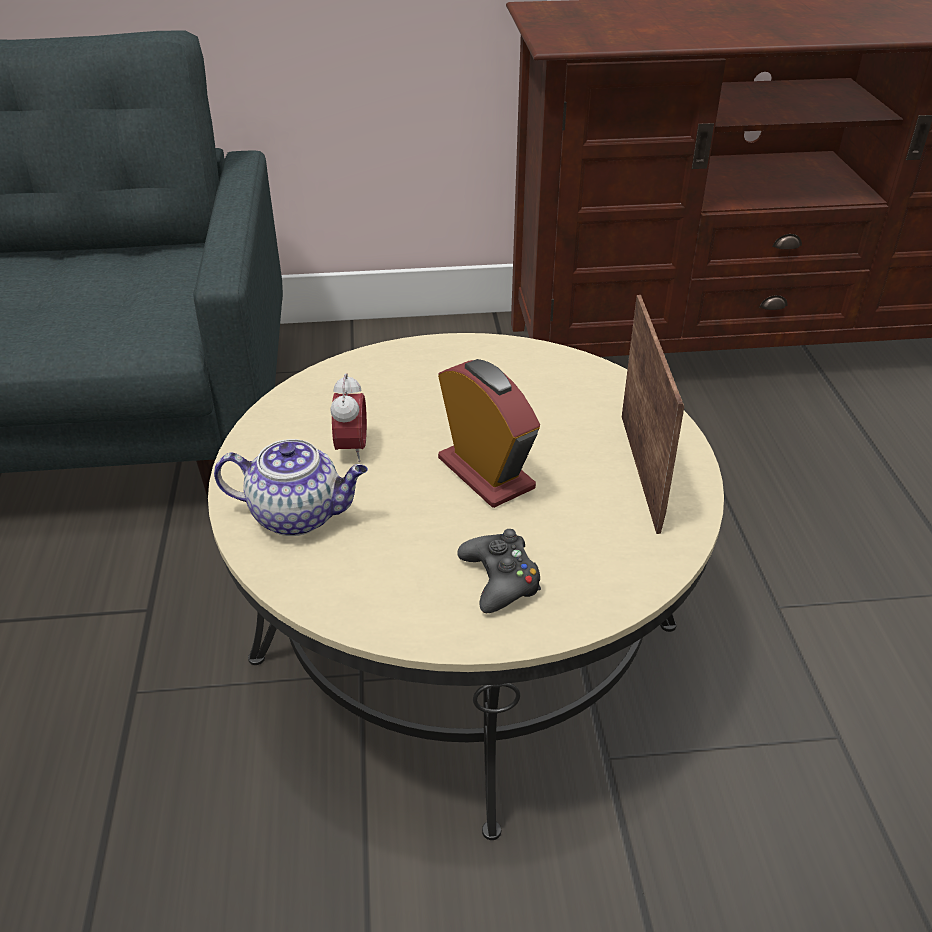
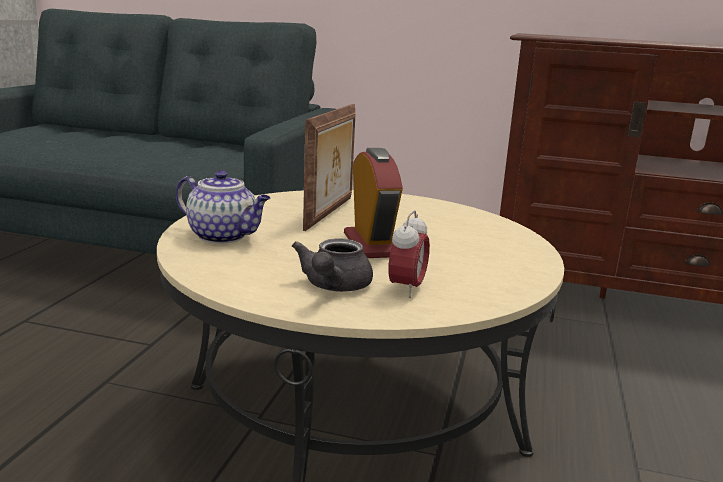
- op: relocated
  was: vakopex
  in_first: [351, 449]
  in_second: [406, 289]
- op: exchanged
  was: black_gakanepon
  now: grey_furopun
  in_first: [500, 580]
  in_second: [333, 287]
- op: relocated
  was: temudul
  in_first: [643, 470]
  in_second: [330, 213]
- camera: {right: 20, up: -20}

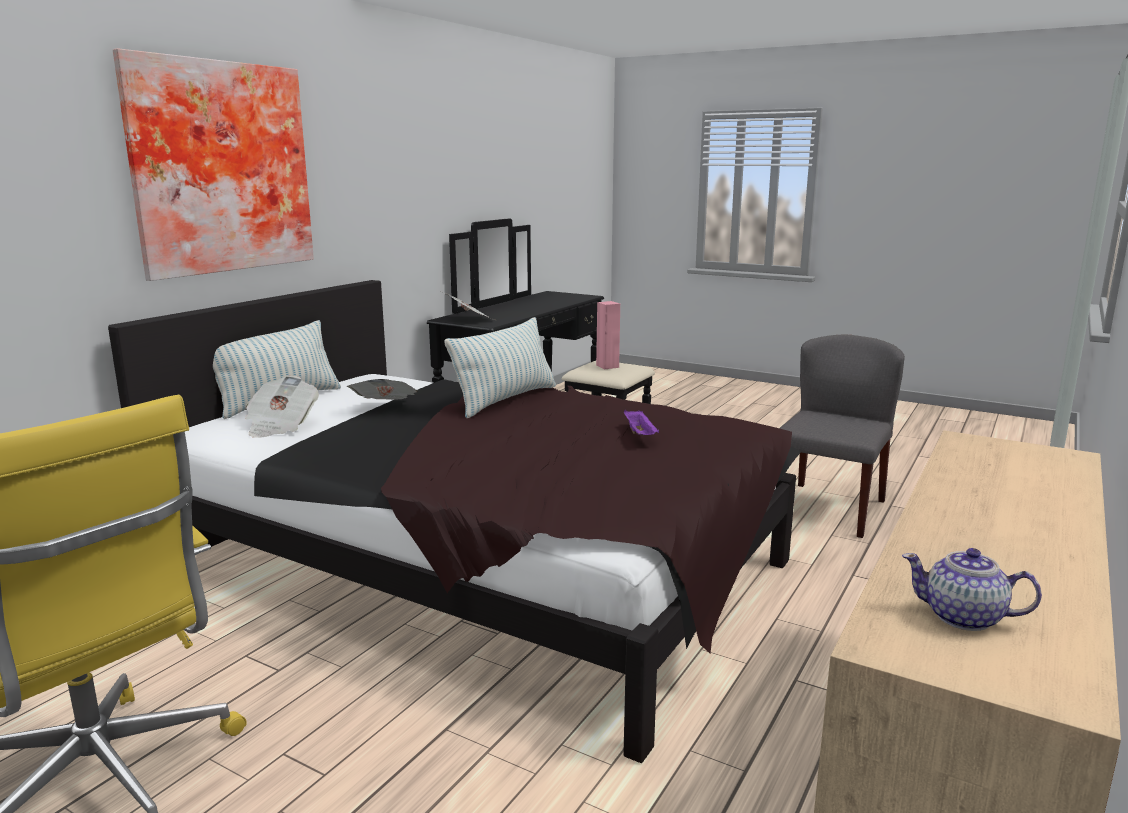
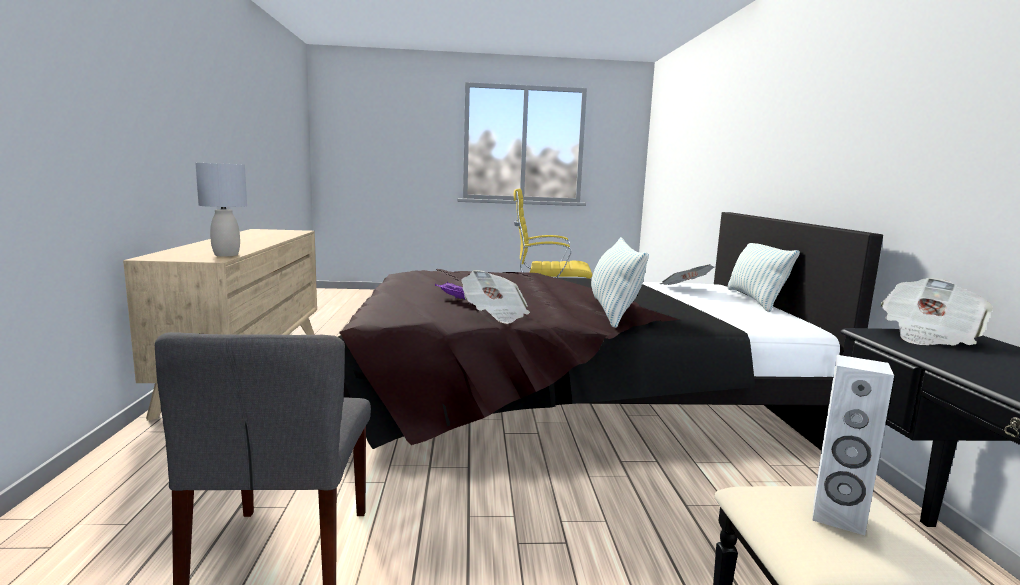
- op: missing
  was: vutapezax
  in_first: [219, 168]
- op: relocated
  was: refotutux
  in_first: [385, 408]
  in_second: [495, 315]
- op: colour
  was: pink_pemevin
  now: white_pemevin
  in_first: [607, 366]
  in_second: [838, 517]
- op: missing
  was: furopun
  in_first: [964, 618]
- op: appeared
  now: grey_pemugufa
  in_second: [226, 255]
- camera: {right: 145, up: -5}

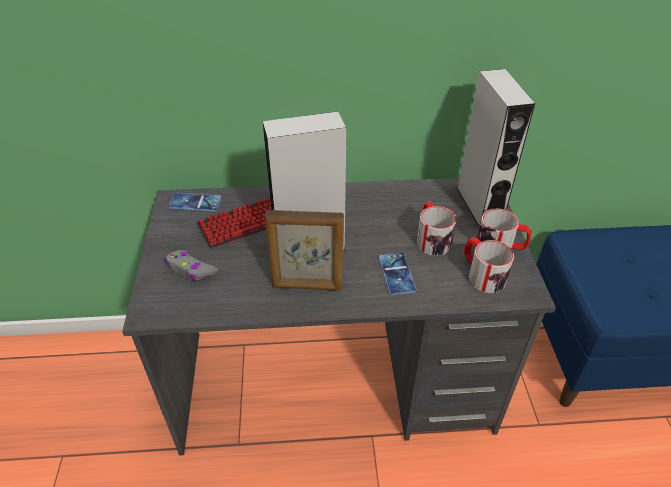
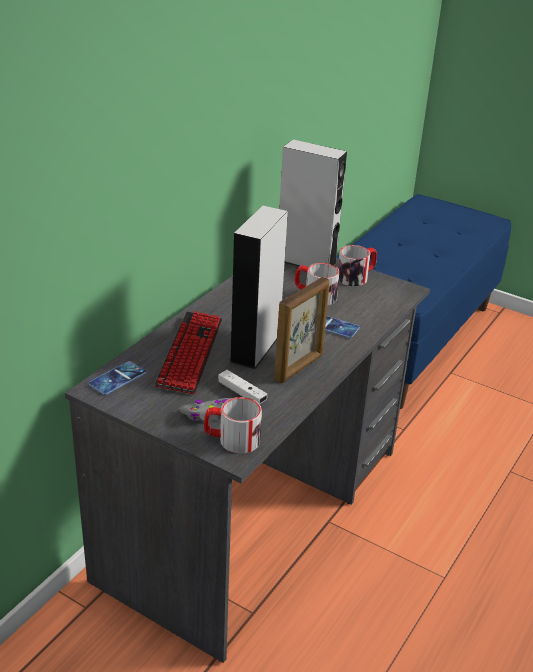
- op: relocated
  was: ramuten
  in_first: [482, 274]
  in_second: [232, 439]
- op: appeared
  now: white_gakanepon
  in_second: [242, 393]
- camera: {right: -55, up: -10}

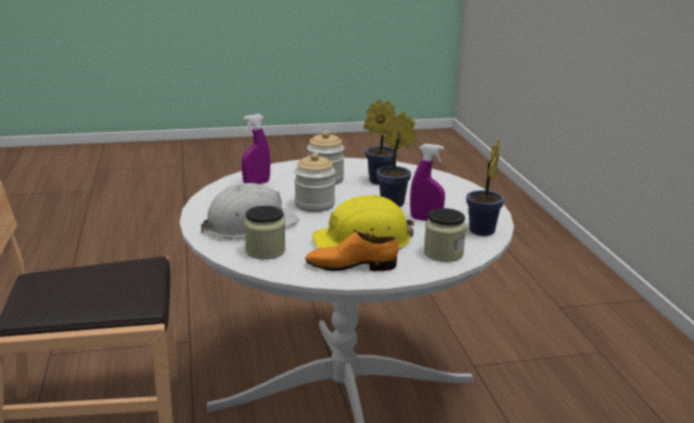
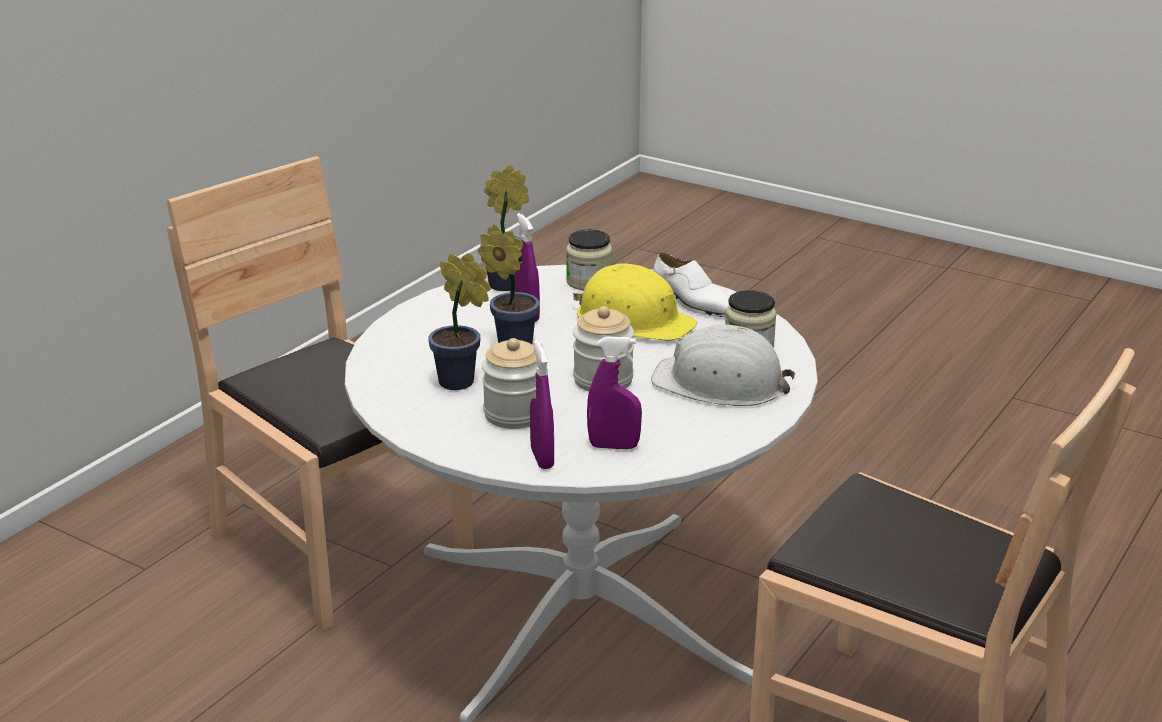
- op: colour
  was: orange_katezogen
  now: white_katezogen
  in_first: [351, 266]
  in_second: [692, 303]
- op: appeared
  now: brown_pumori
  in_second: [338, 545]
- op: appeared
  now: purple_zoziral
  in_second: [542, 458]
- camera: {right: -135, up: 5}

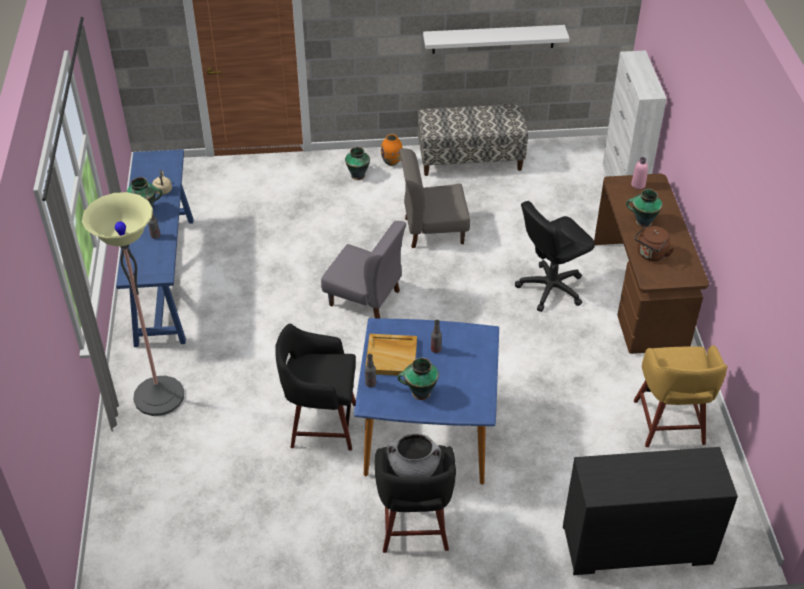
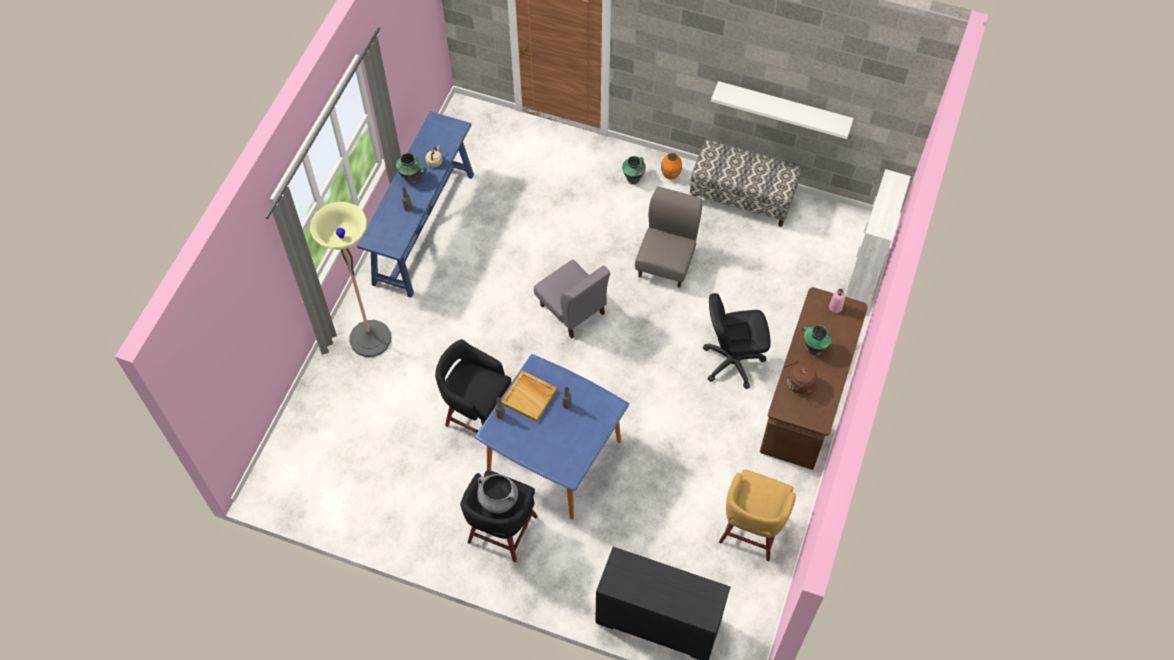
- op: missing
  was: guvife
  in_first: [419, 393]
- op: spun
  was: grey_pumori
  in_first: [433, 230]
  in_second: [666, 262]
  clockwise: 90
- camera: {right: 25, up: 15}

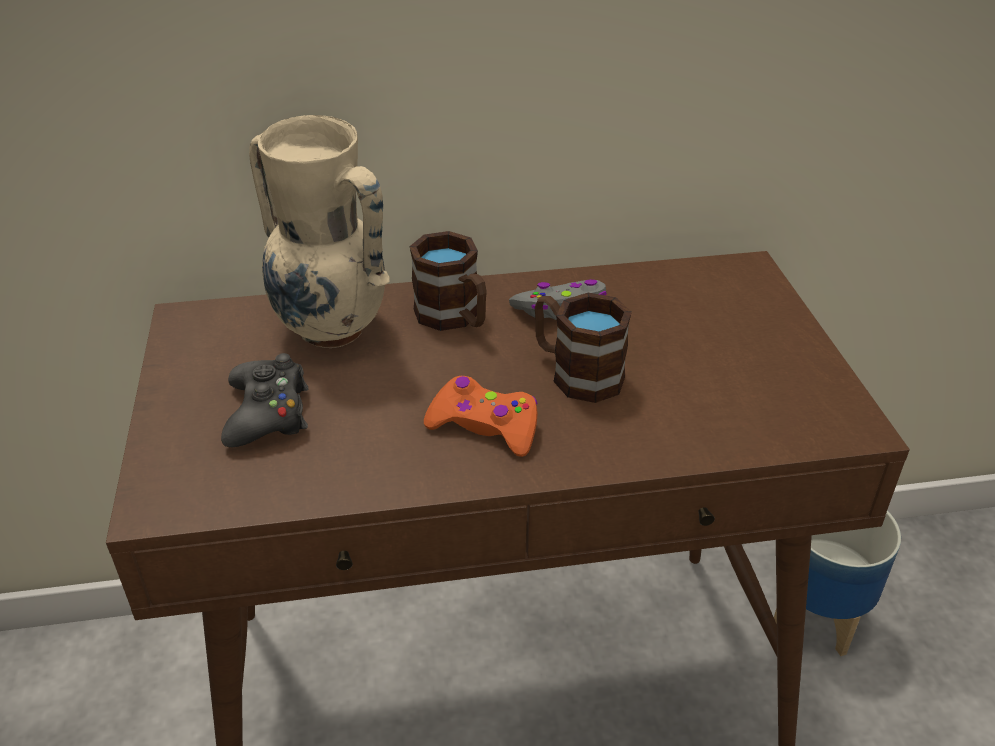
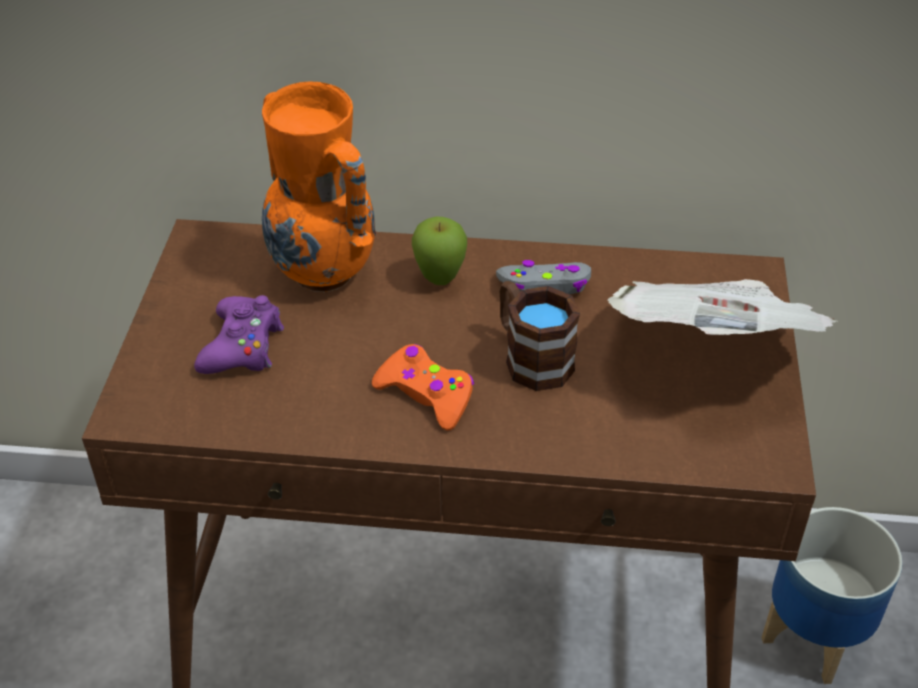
- op: colour
  was: black_gakanepon
  now: purple_gakanepon
  in_first: [268, 413]
  in_second: [242, 346]
- op: colour
  was: beige_guvife
  now: orange_guvife
  in_first: [332, 331]
  in_second: [324, 275]
- op: exchanged
  was: brown_ramuten
  now: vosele
  in_first: [454, 318]
  in_second: [440, 280]
- op: appeared
  now: refotutux
  in_second: [713, 349]
- camera: {right: 15, up: 5}

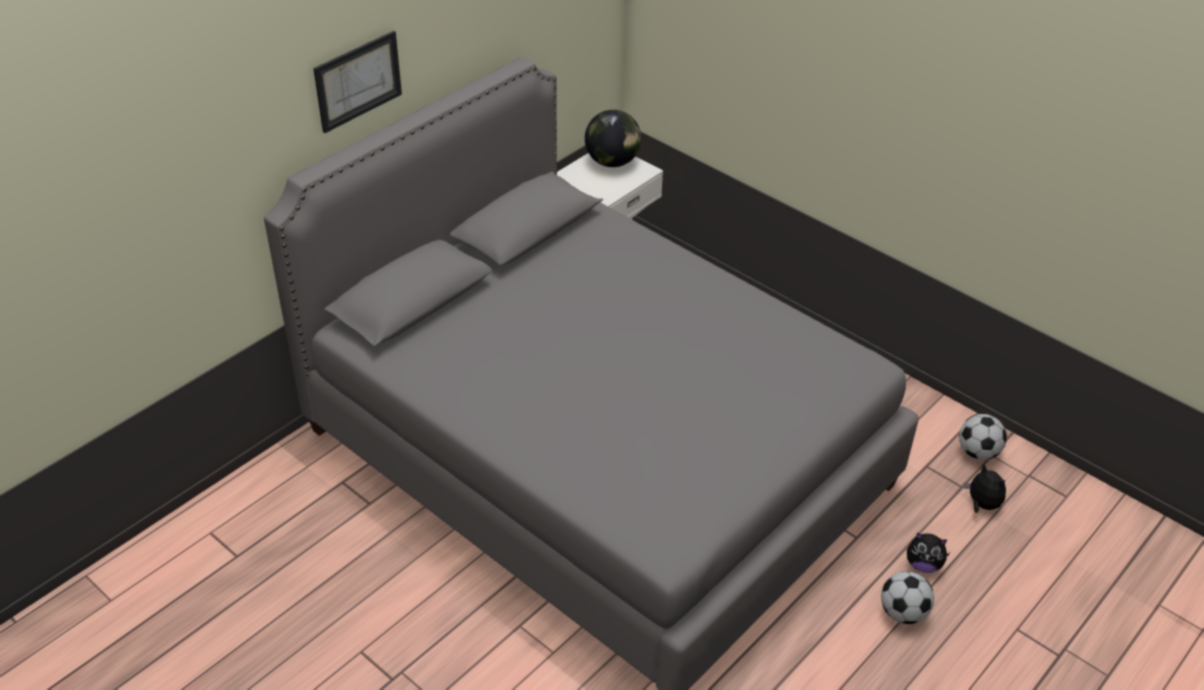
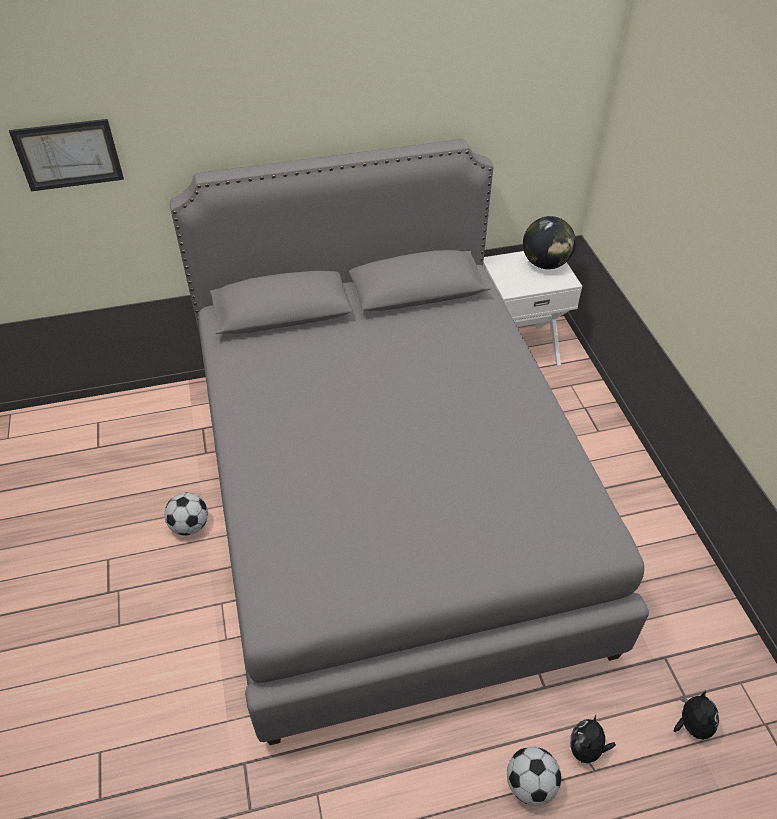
- op: relocated
  was: vutapezax
  in_first: [358, 81]
  in_second: [68, 154]
- op: spun
  was: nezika
  in_first: [923, 564]
  in_second: [586, 750]
  clockwise: 60
- op: relocated
  was: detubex
  in_first: [978, 452]
  in_second: [190, 526]
- camera: {right: 35, up: 5}

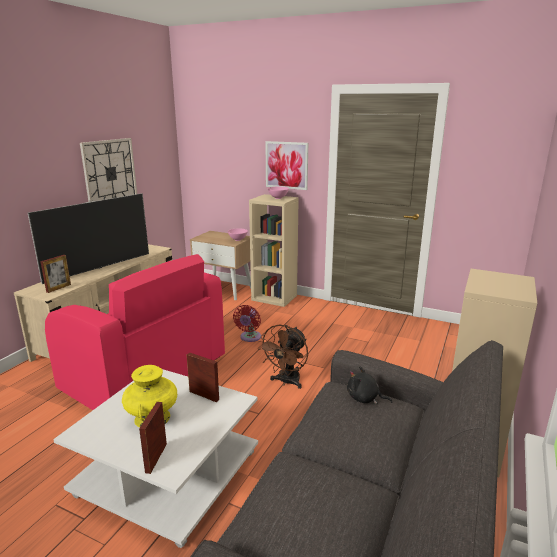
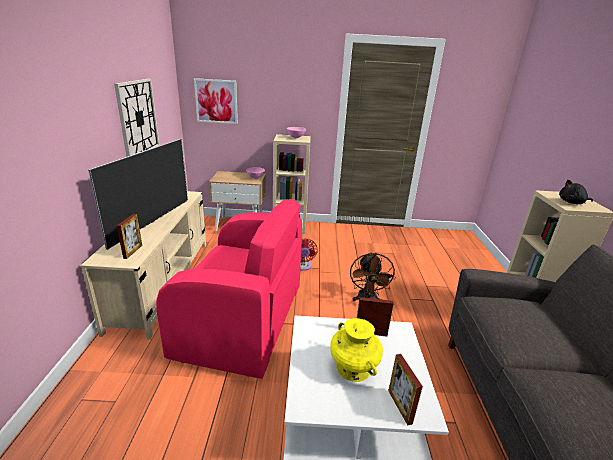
- op: relocated
  was: vutapezax
  in_first: [286, 165]
  in_second: [216, 101]
- op: relocated
  was: black_nezika
  in_first: [365, 398]
  in_second: [572, 203]
- camera: {right: -25, up: 5}

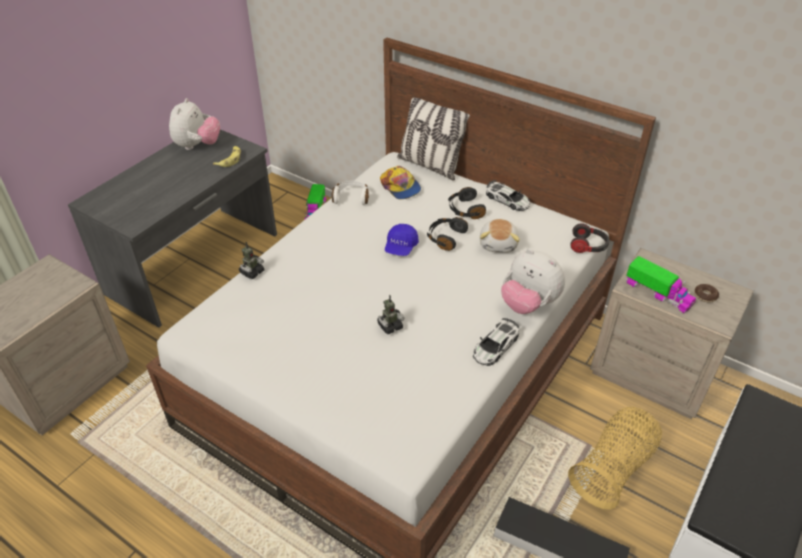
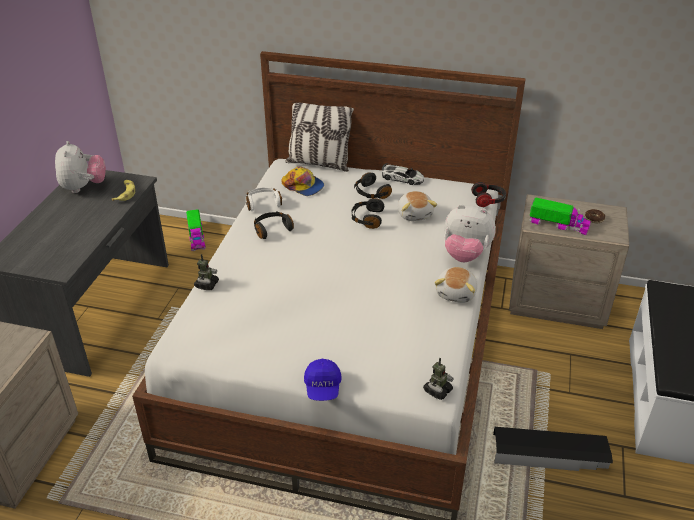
- op: relocated
  was: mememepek
  in_first: [390, 326]
  in_second: [437, 391]
- op: relocated
  was: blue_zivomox
  in_first: [401, 247]
  in_second: [323, 387]
- op: exchanged
  was: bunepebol
  now: nezika
  in_first: [495, 346]
  in_second: [456, 293]
- op: missing
  was: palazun
  in_first: [613, 468]
- op: appeared
  now: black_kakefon
  in_second: [272, 229]
- camera: {right: -20, up: -5}

